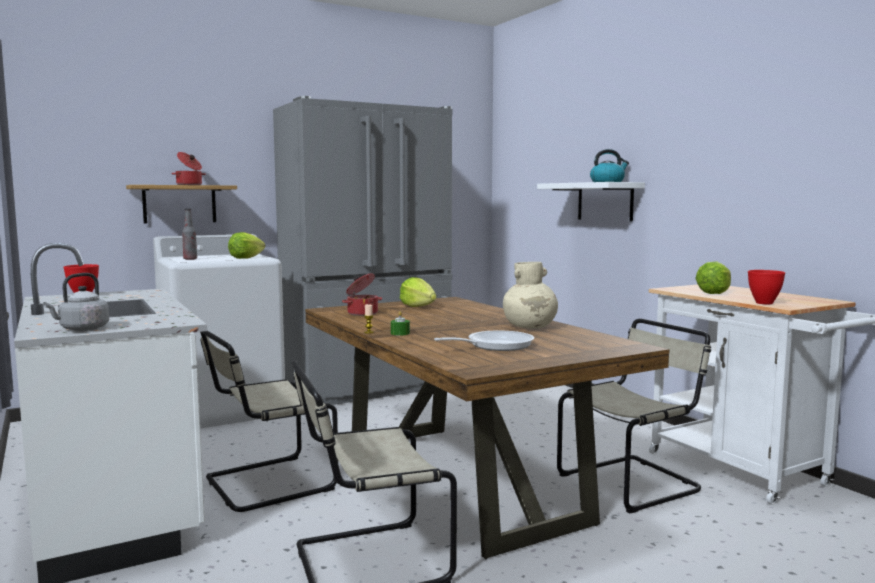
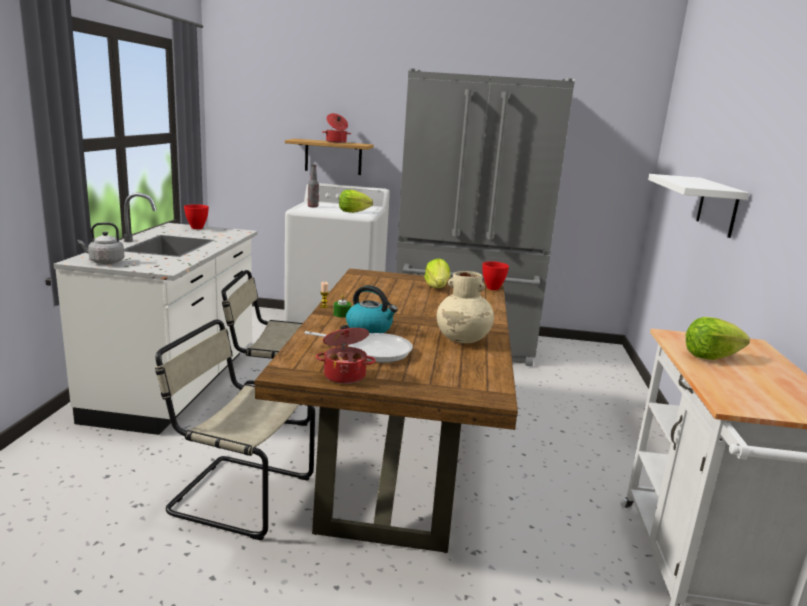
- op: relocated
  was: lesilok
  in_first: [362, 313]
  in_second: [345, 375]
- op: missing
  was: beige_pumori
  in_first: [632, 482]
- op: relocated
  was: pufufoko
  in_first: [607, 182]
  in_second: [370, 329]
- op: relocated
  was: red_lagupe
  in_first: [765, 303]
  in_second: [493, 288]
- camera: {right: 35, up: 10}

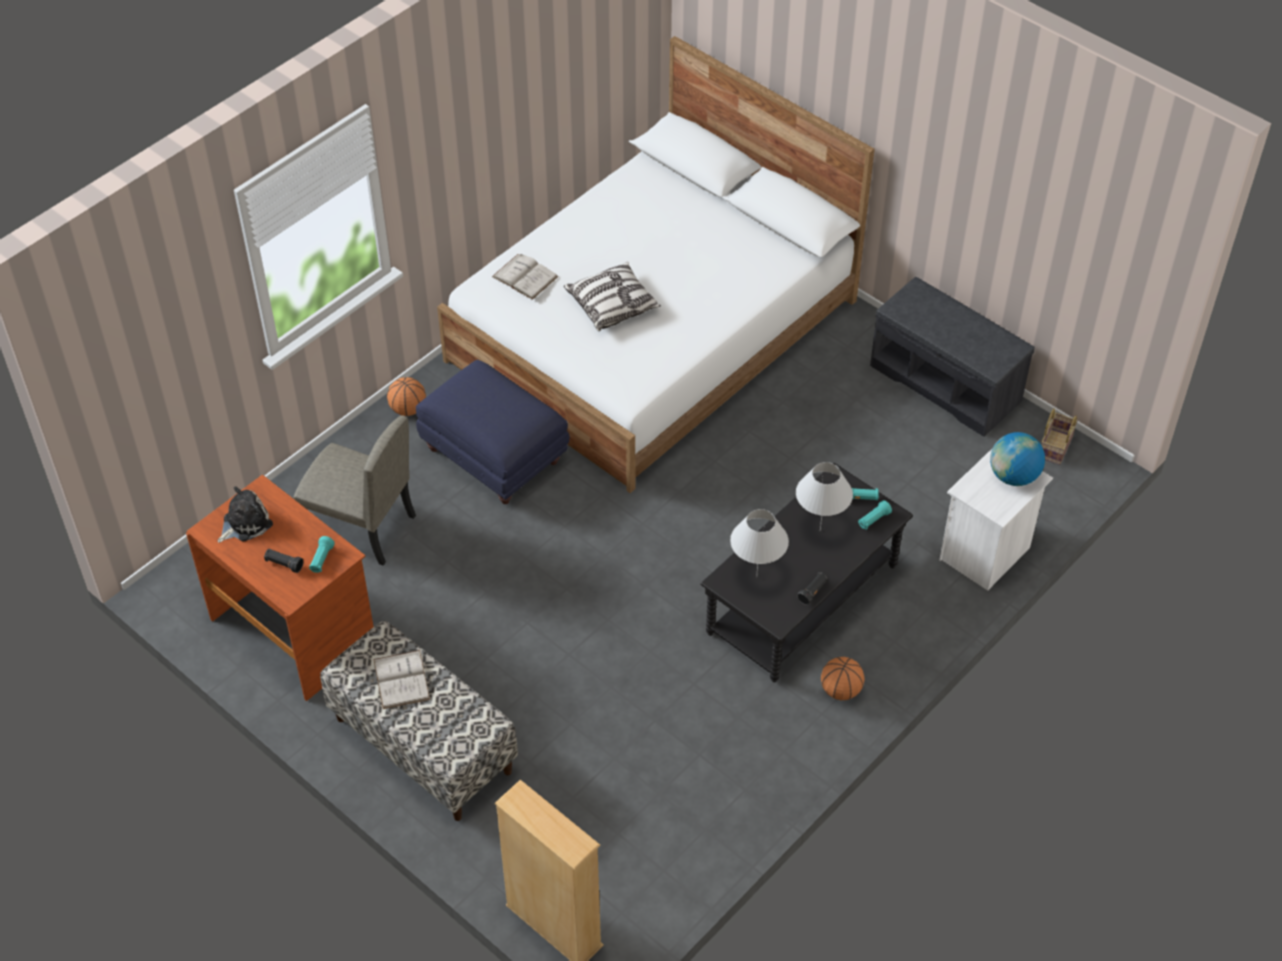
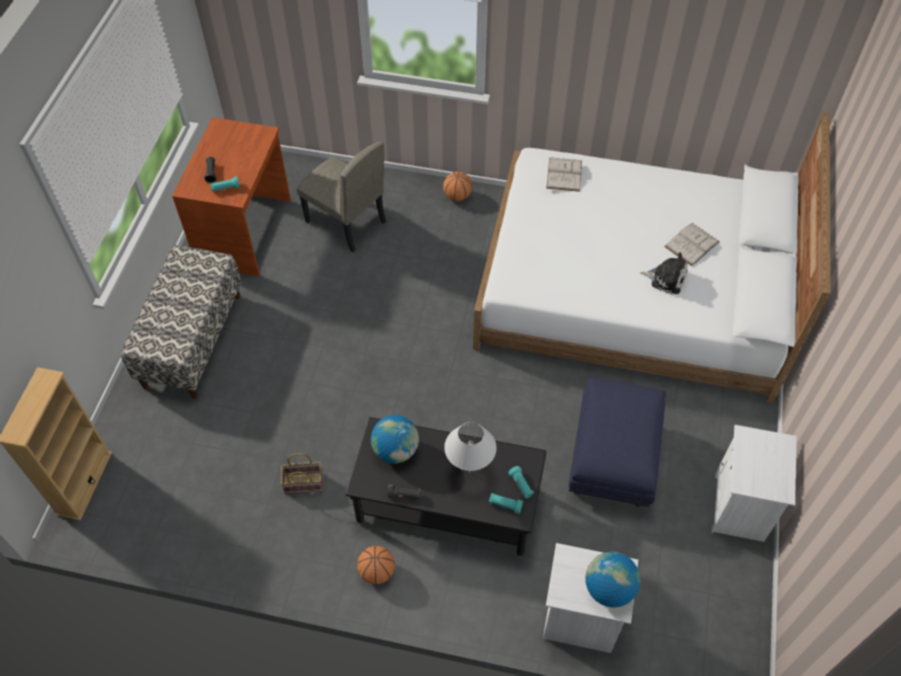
- op: relocated
  was: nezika
  in_first: [245, 523]
  in_second: [666, 278]
- op: spun
  was: beige_pumori
  in_first: [360, 527]
  in_second: [345, 222]
  clockwise: -45
- op: relocated
  was: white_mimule
  in_first: [401, 679]
  in_second: [691, 244]
- op: relocated
  was: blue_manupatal
  in_first: [495, 457]
  in_second: [613, 460]
- op: missing
  was: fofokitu
  in_first: [612, 305]
- op: exchanged
  was: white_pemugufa
  now: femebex
  in_first: [756, 577]
  in_second: [396, 450]
- op: exchanged
  was: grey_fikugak
  now: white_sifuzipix
  in_first: [947, 383]
  in_second: [740, 508]
- op: relocated
  was: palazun
  in_first: [1055, 446]
  in_second: [304, 482]
- camera: {right: 60, up: 5}

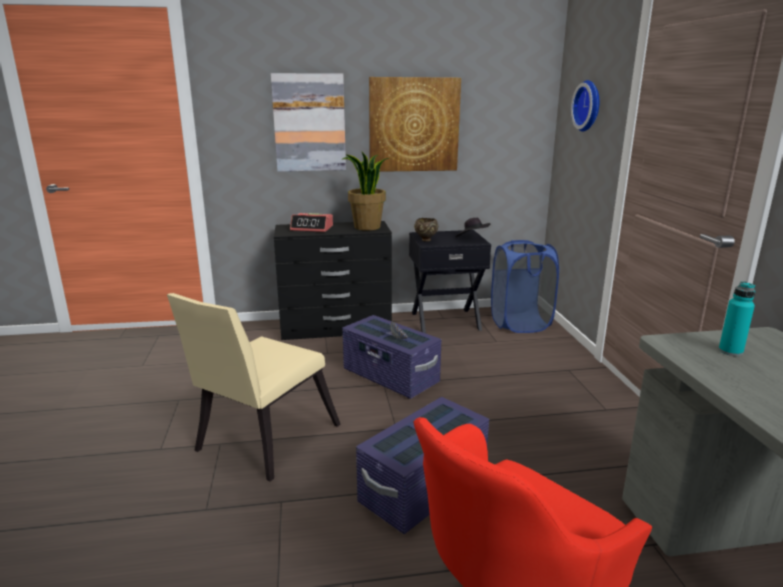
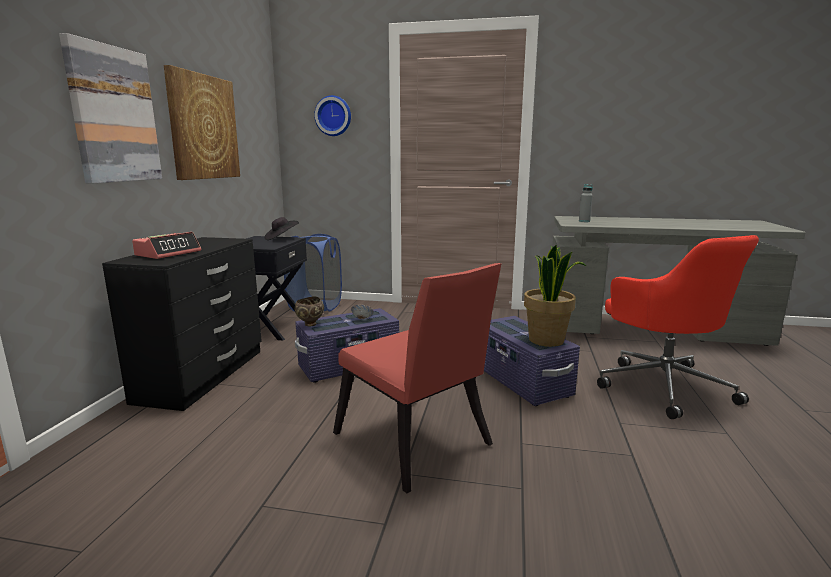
- op: colour
  was: beige_pumori
  now: red_pumori
  in_first: [261, 441]
  in_second: [415, 445]
- op: relocated
  was: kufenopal
  in_first: [367, 227]
  in_second: [547, 340]
- op: relocated
  was: brown_lagupe
  in_first: [425, 240]
  in_second: [310, 325]
- op: colour
  was: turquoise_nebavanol
  now: grey_nebavanol
  in_first: [730, 351]
  in_second: [584, 221]
- camera: {right: -70, up: -5}

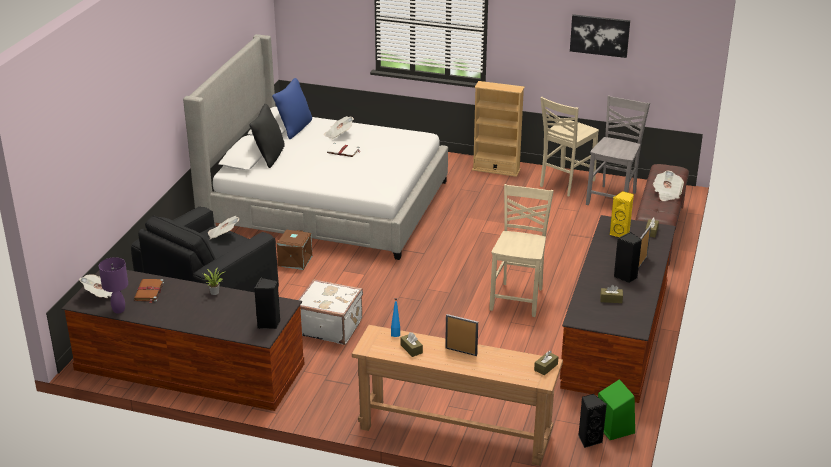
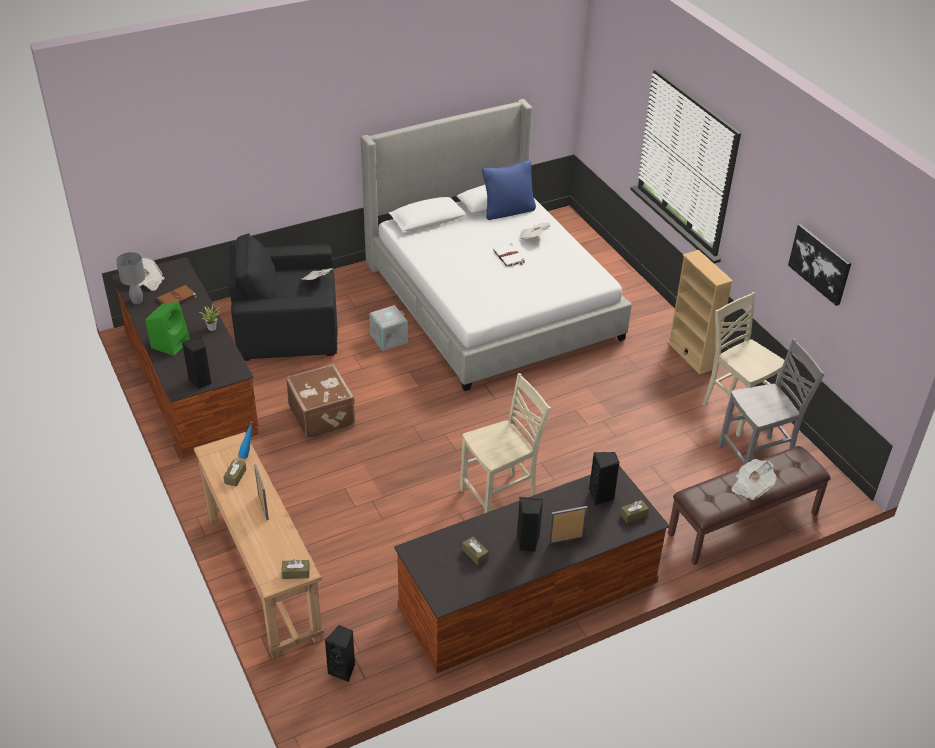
- op: colour
  was: purple_pemugufa
  now: grey_pemugufa
  in_first: [119, 310]
  in_second: [137, 301]
- op: missing
  was: black_fofokitu
  in_first: [269, 156]
- op: colour
  was: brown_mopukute
  now: grey_mopukute
  in_first: [294, 260]
  in_second: [389, 338]
- op: colour
  was: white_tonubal
  now: brown_tonubal
  in_first: [330, 327]
  in_second: [323, 415]
- op: spun
  was: beige_pumori
  in_first: [565, 183]
  in_second: [735, 410]
  clockwise: 60
- op: relocated
  was: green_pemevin
  in_first: [614, 427]
  in_second: [171, 343]
- op: colour
  was: yellow_pemevin
  now: black_pemevin
  in_first: [621, 233]
  in_second: [601, 496]
- camera: {right: 45, up: 10}

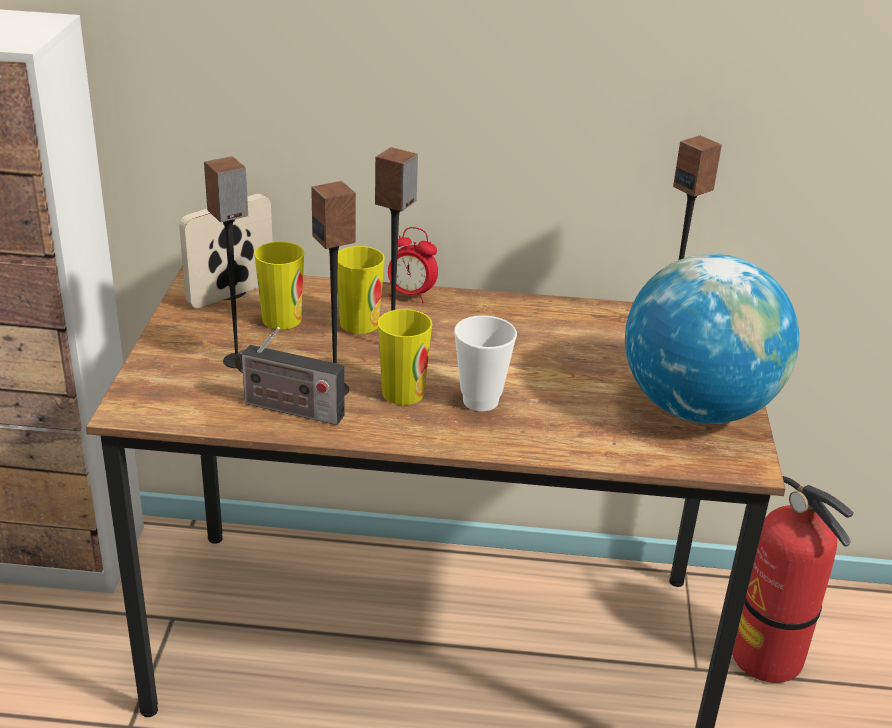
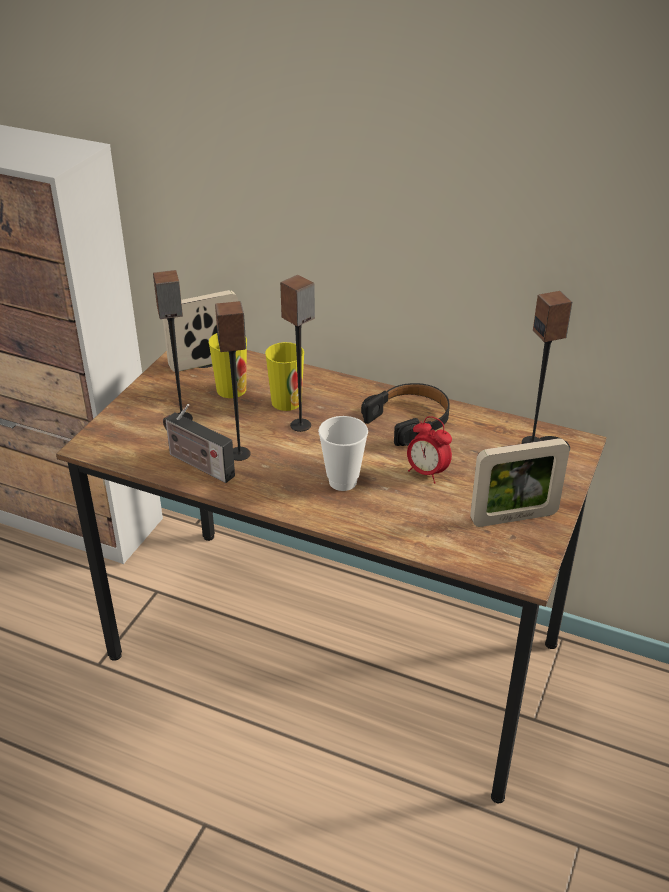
- op: missing
  was: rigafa
  in_first: [403, 393]
- op: relocated
  was: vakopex
  in_first: [411, 295]
  in_second: [427, 473]
- op: exchanged
  was: femebex
  now: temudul
  in_first: [697, 408]
  in_second: [513, 518]
- op: missing
  was: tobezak
  in_first: [767, 657]
- op: appeared
  now: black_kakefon
  in_second: [409, 420]
- camera: {right: 20, up: 5}

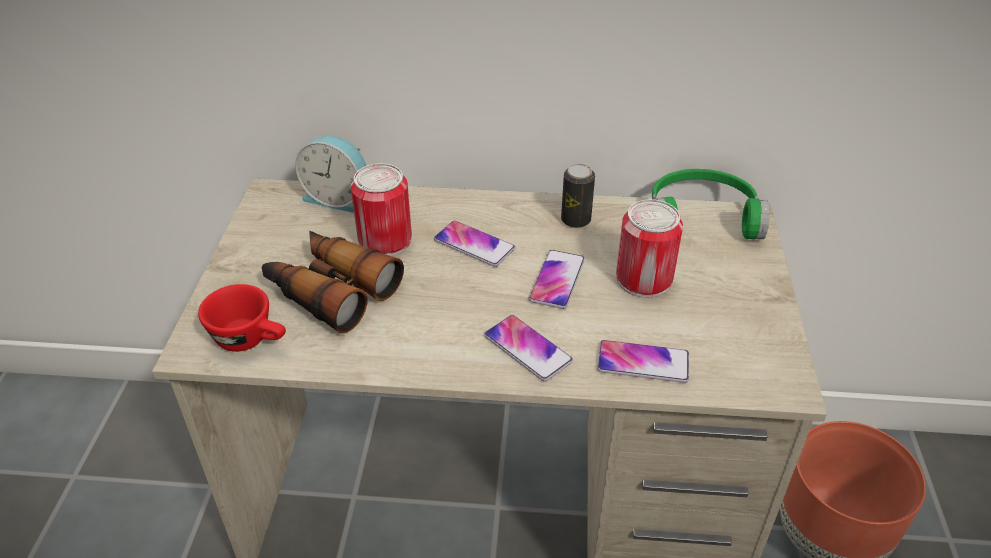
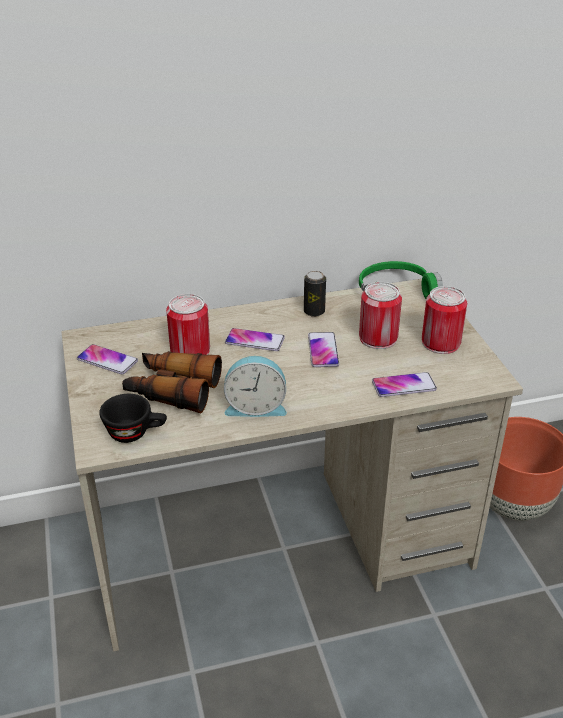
- op: colour
  was: red_rigafa
  now: black_rigafa
  in_first: [251, 339]
  in_second: [136, 432]
- op: relocated
  was: vakopex
  in_first: [339, 198]
  in_second: [255, 407]
- op: relocated
  was: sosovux
  in_first: [527, 349]
  in_second: [107, 360]
- op: appeared
  now: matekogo
  in_second: [441, 343]
- camera: {right: -20, up: -5}

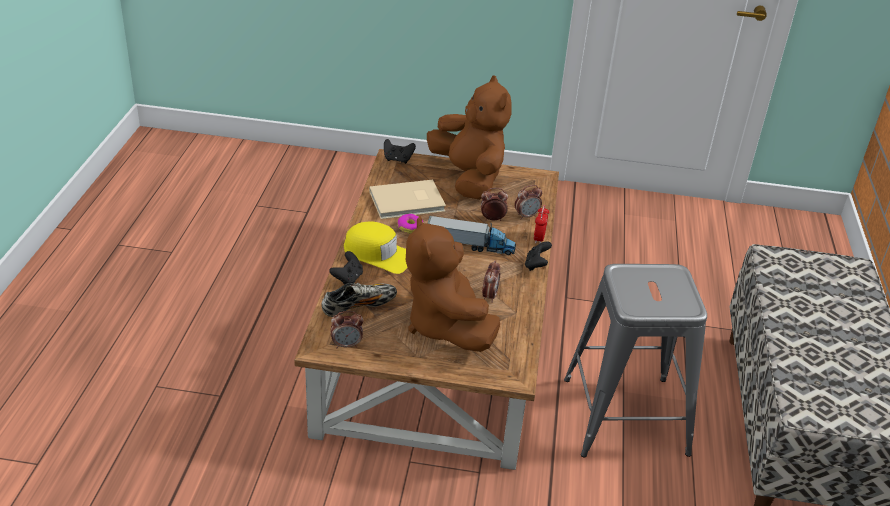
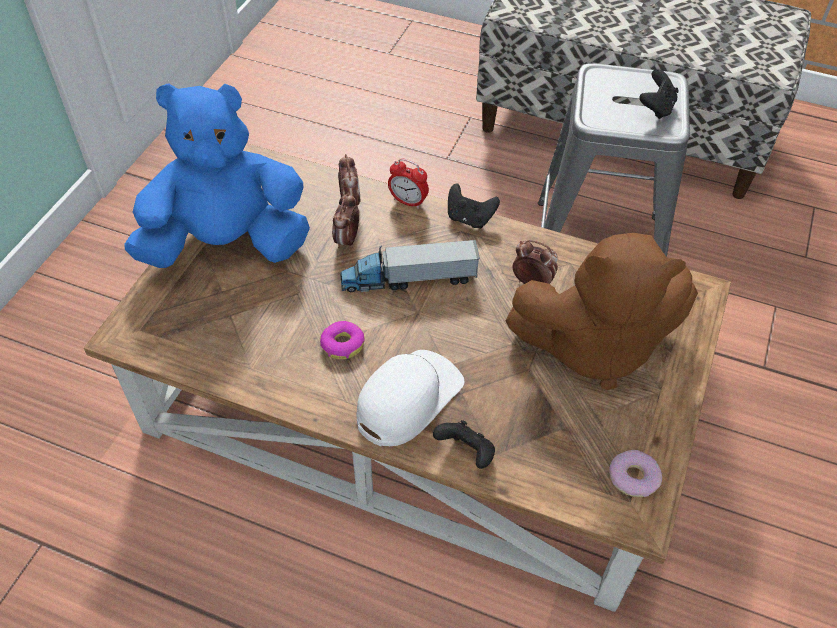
- op: missing
  was: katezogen
  in_first: [359, 306]
- op: exchanged
  was: vakopex
  now: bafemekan
  in_first: [347, 345]
  in_second: [633, 477]
- op: colour
  was: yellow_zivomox
  now: white_zivomox
  in_first: [378, 254]
  in_second: [408, 399]
- op: missing
  was: beige_mimule
  in_first: [408, 202]
- op: relocated
  was: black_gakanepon
  in_first: [398, 160]
  in_second: [656, 108]
- op: colour
  was: brown_nezika
  now: blue_nezika
  in_first: [469, 178]
  in_second: [227, 244]
- op: spun
  was: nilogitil
  in_first: [470, 245]
  in_second: [408, 279]
  clockwise: -120
- camera: {right: -75, up: 15}

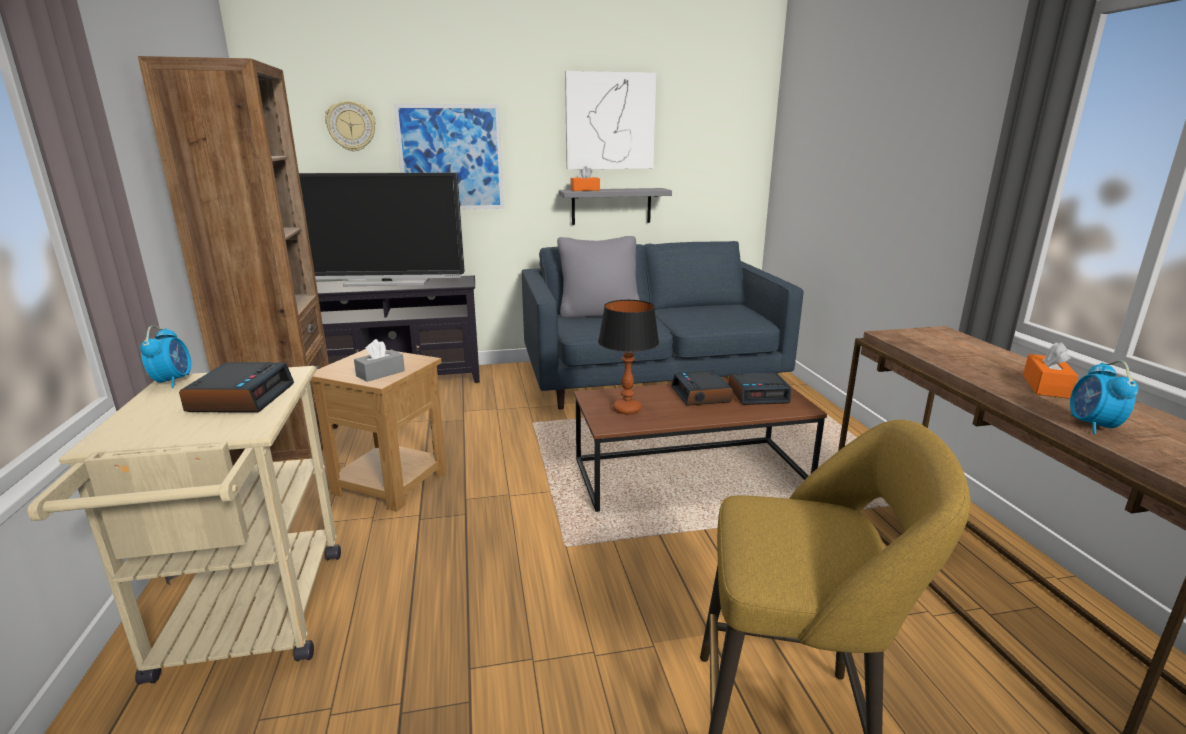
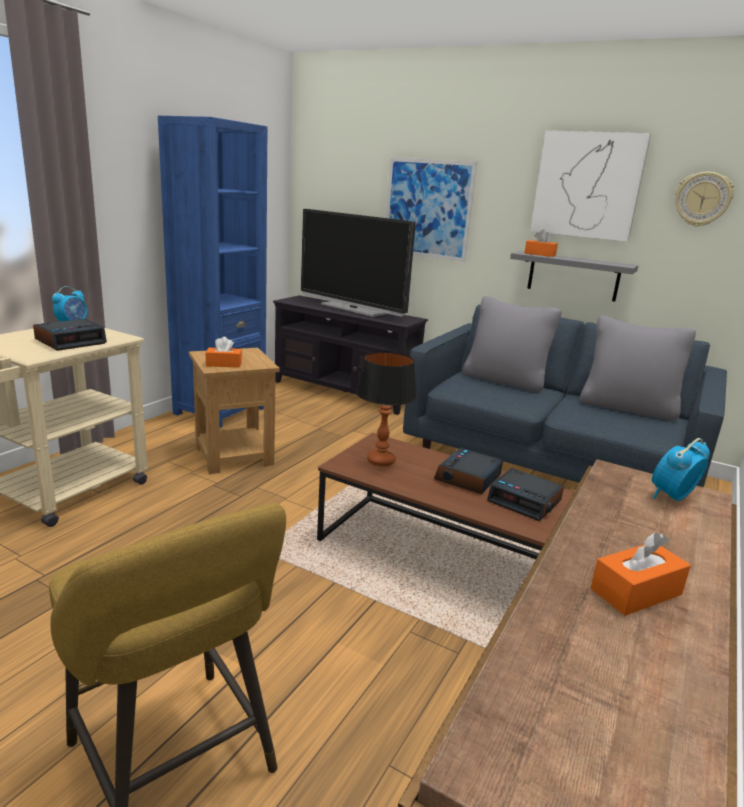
- op: colour
  was: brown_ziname
  now: blue_ziname
  in_first: [289, 448]
  in_second: [220, 411]
- op: relocated
  was: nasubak
  in_first: [351, 126]
  in_second: [702, 199]
- op: colour
  was: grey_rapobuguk
  now: orange_rapobuguk
  in_first: [380, 373]
  in_second: [224, 364]
- op: relocated
  was: vakopex
  in_first: [1092, 426]
  in_second: [671, 497]
- op: appeared
  now: grey_fofokitu
  in_second: [627, 407]
- camera: {right: 40, up: 0}

